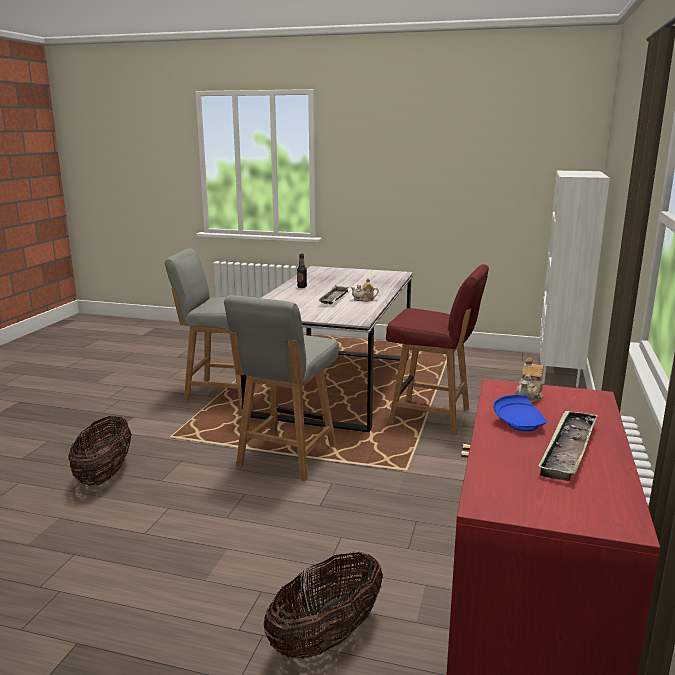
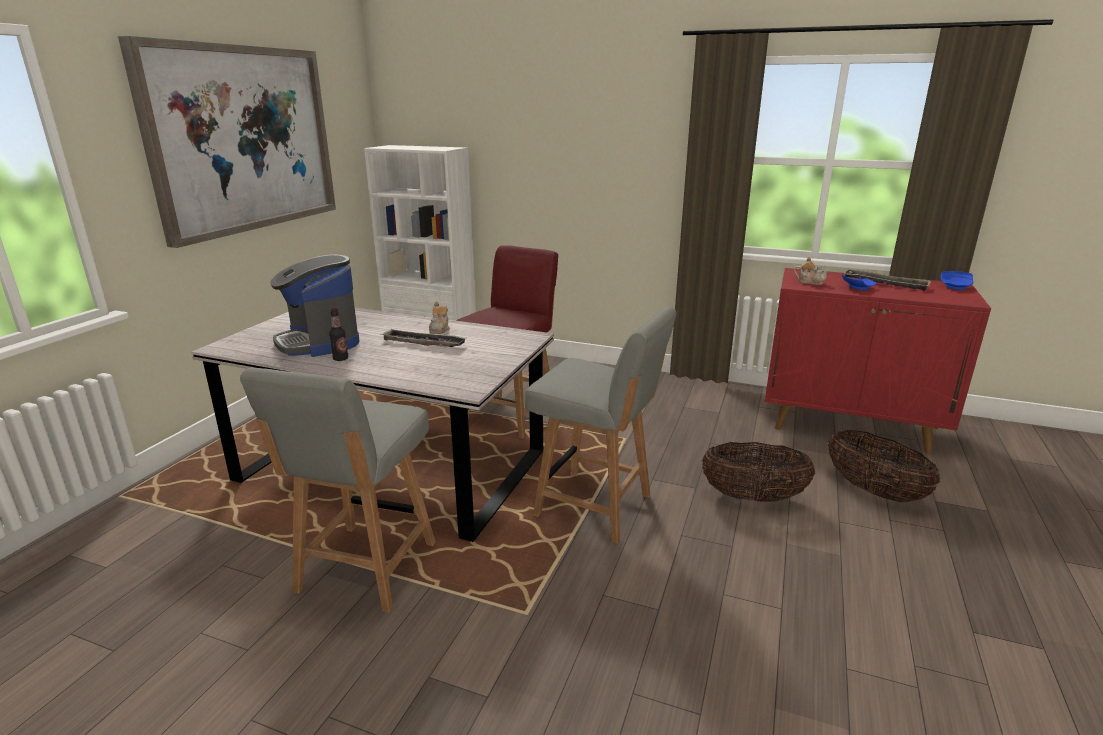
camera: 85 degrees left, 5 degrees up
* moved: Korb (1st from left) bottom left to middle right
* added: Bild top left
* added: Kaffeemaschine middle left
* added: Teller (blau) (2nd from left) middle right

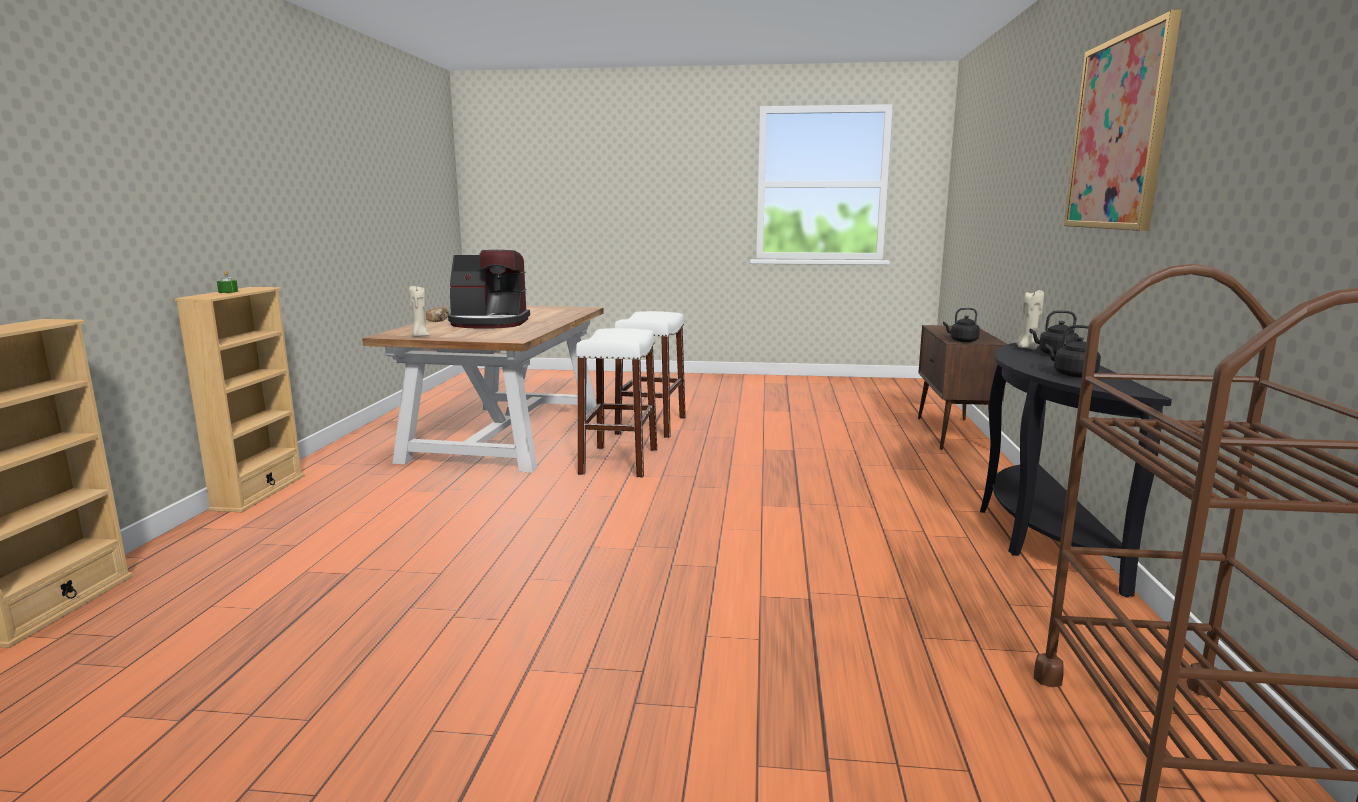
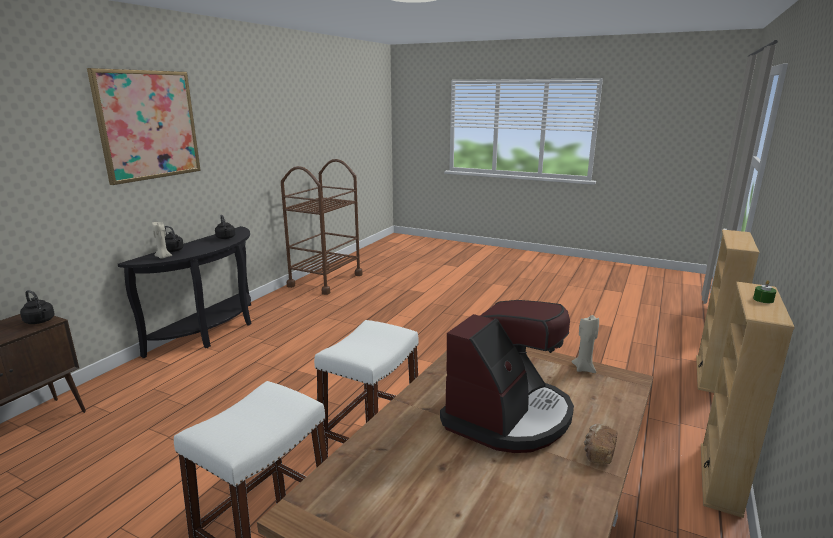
camera: 160 degrees left, 5 degrees up
* turned: Kaffeemaschine centre = bottom centre 105 degrees clockwise

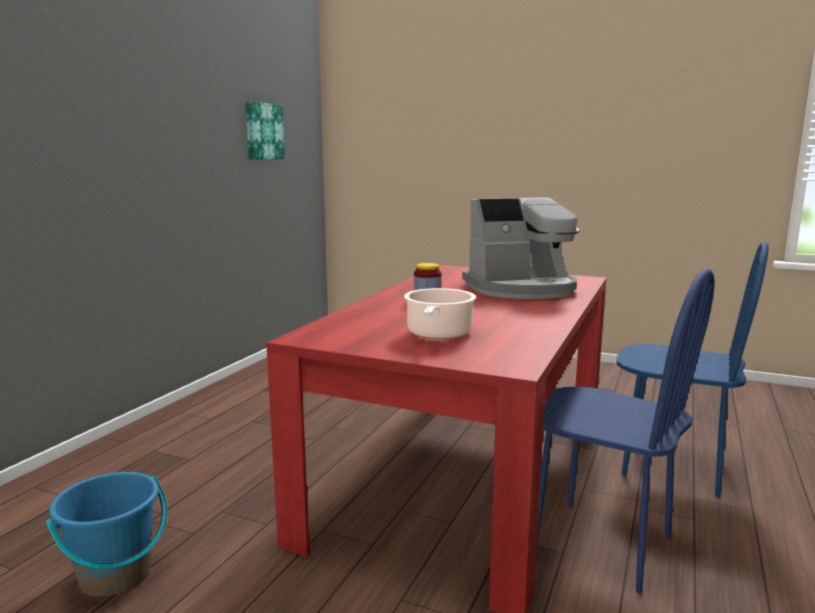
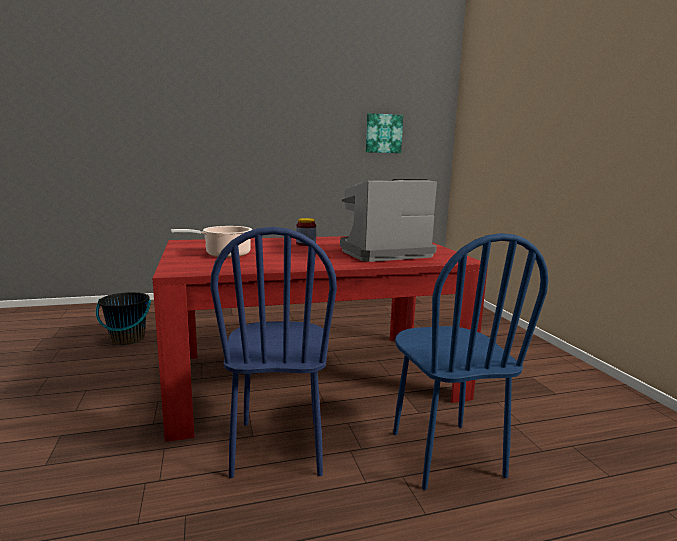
camera: 50 degrees right, 0 degrees up
* recoloured: Eimer (blau) bottom left to Eimer (schwarz) middle left
* turned: Kaffeemaschine centre = centre 120 degrees clockwise

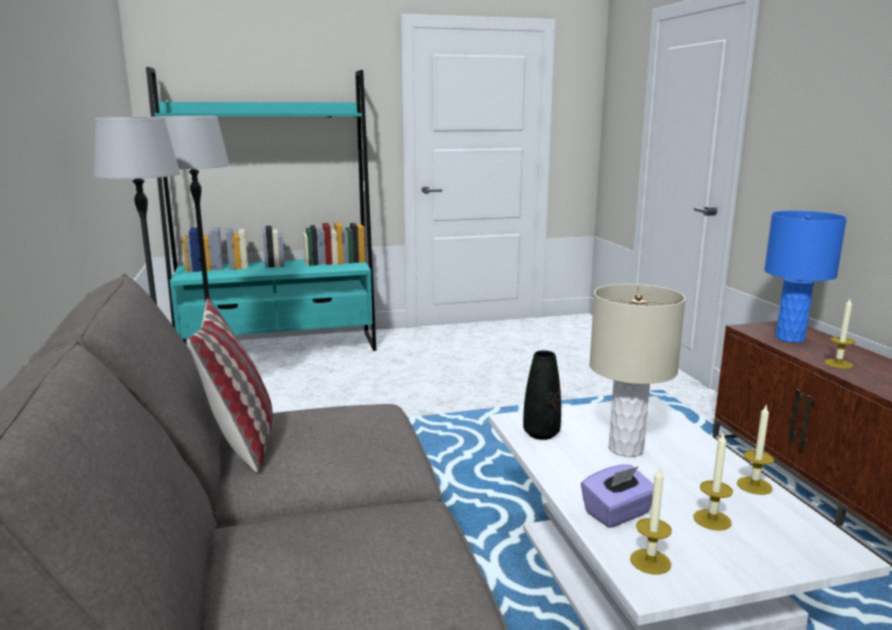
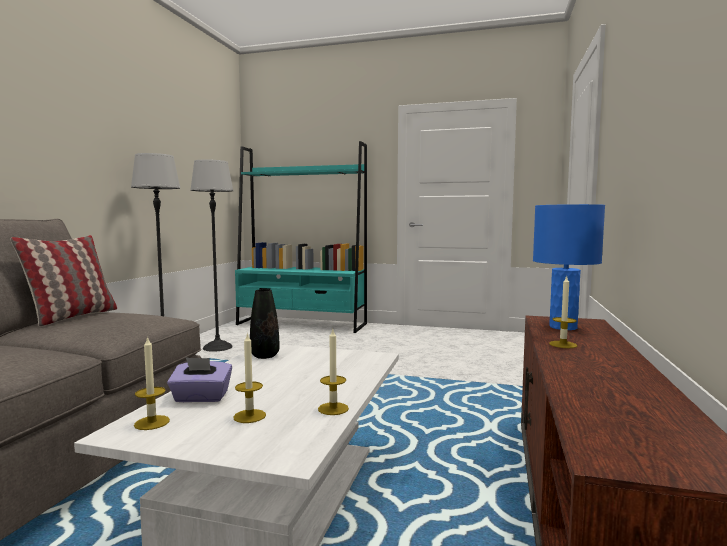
camera: 30 degrees right, 10 degrees down
* removed: Tischlampe (beige) middle right

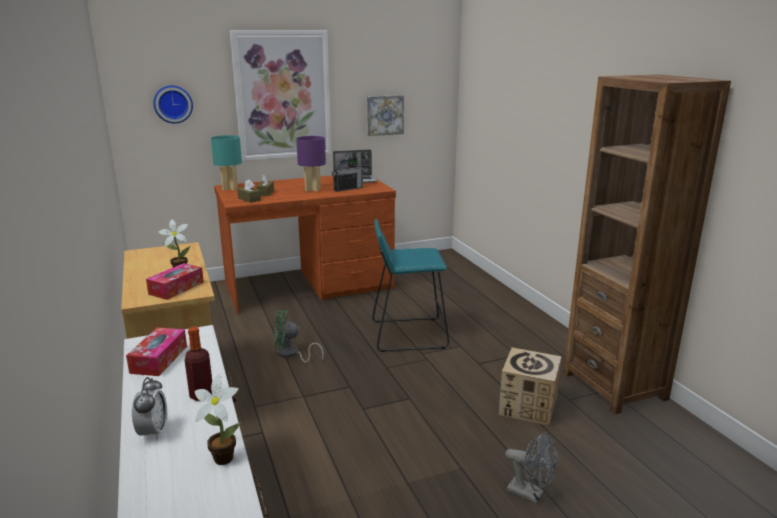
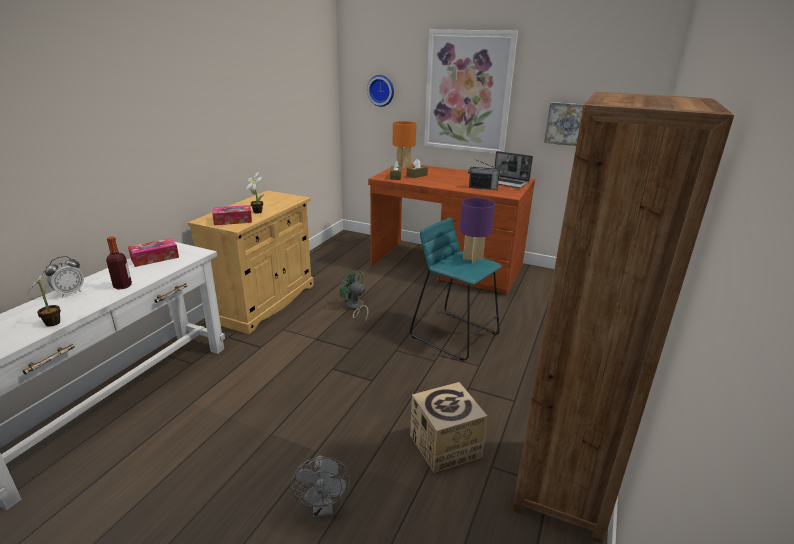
camera: 45 degrees right, 5 degrees up
* recoloured: Tischlampe (türkis) top left to Tischlampe (orange) top centre
* moved: Tischlampe (lila) top centre to centre

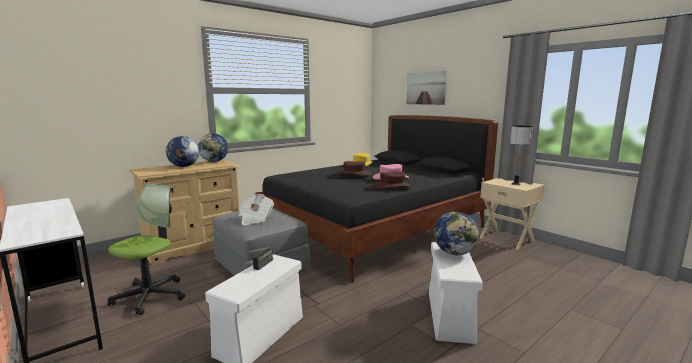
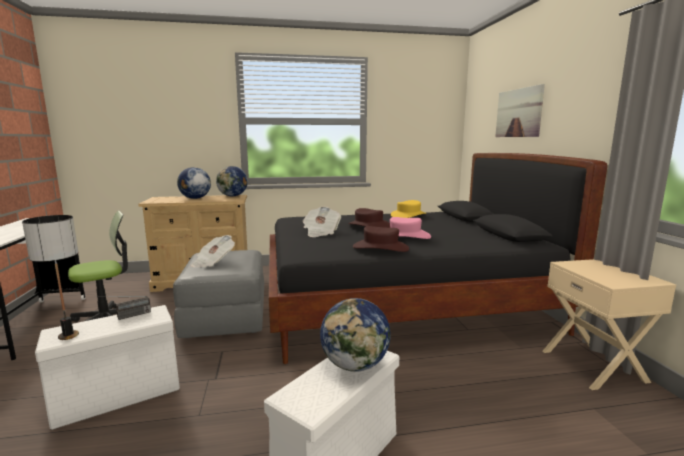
camera: 30 degrees right, 0 degrees up
* moved: Tischlampe middle right to middle left
* added: Zeitung (2nd from left) centre

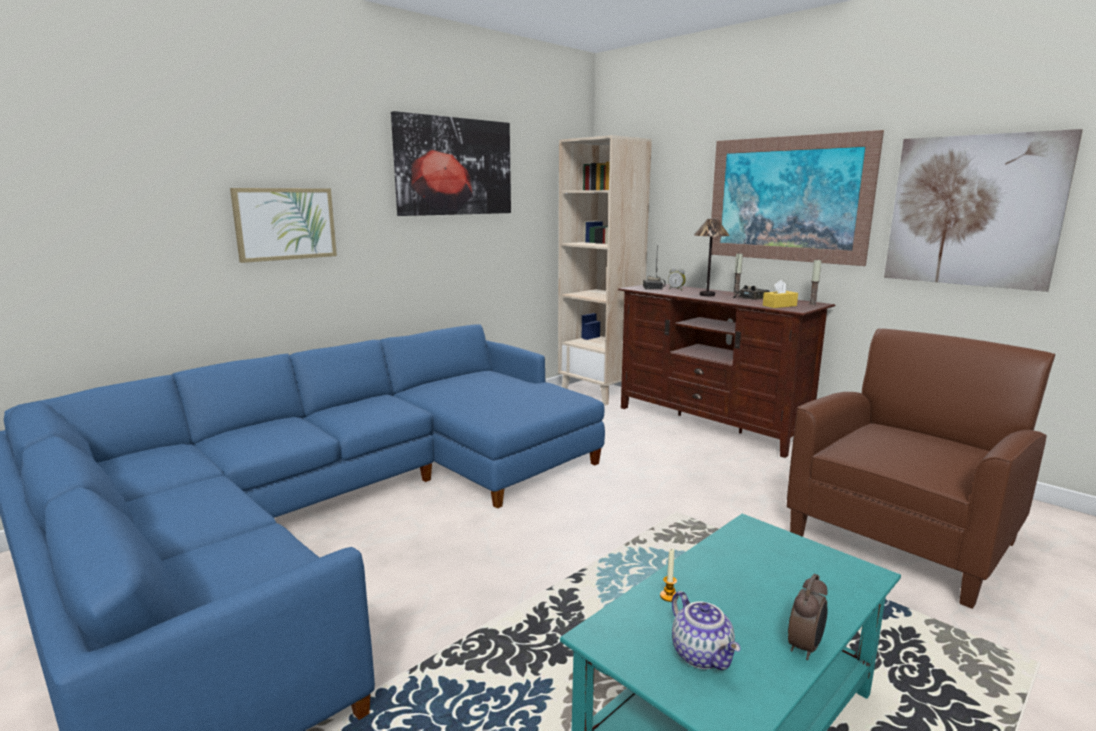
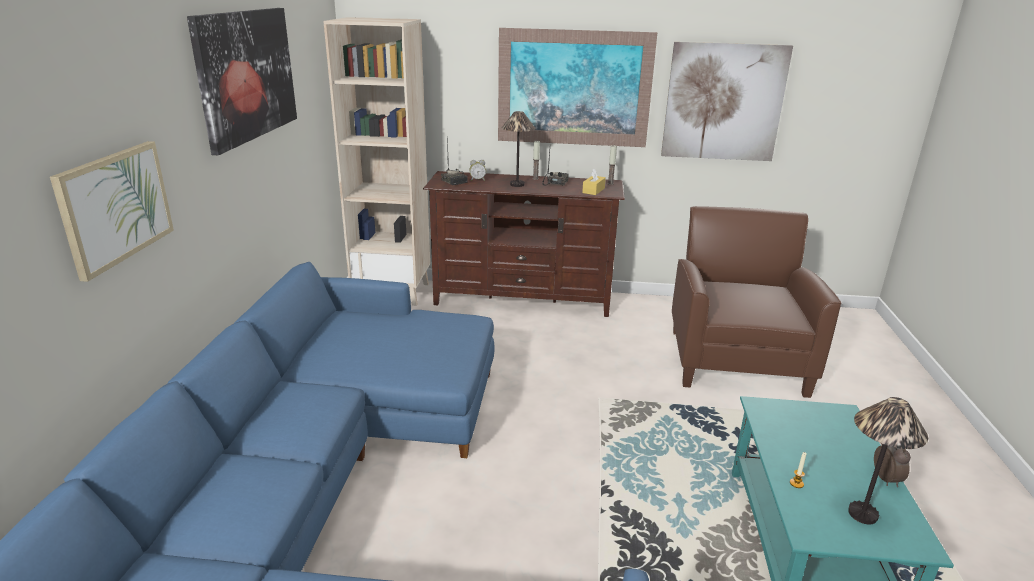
camera: 40 degrees left, 10 degrees up
* replaced: Teekanne bottom centre to Tischlampe (2nd from left) bottom right

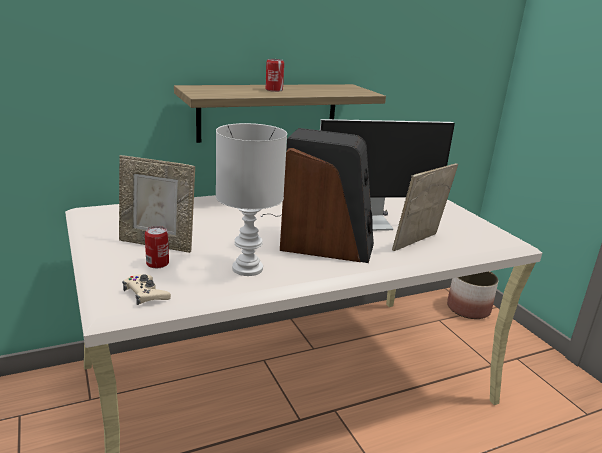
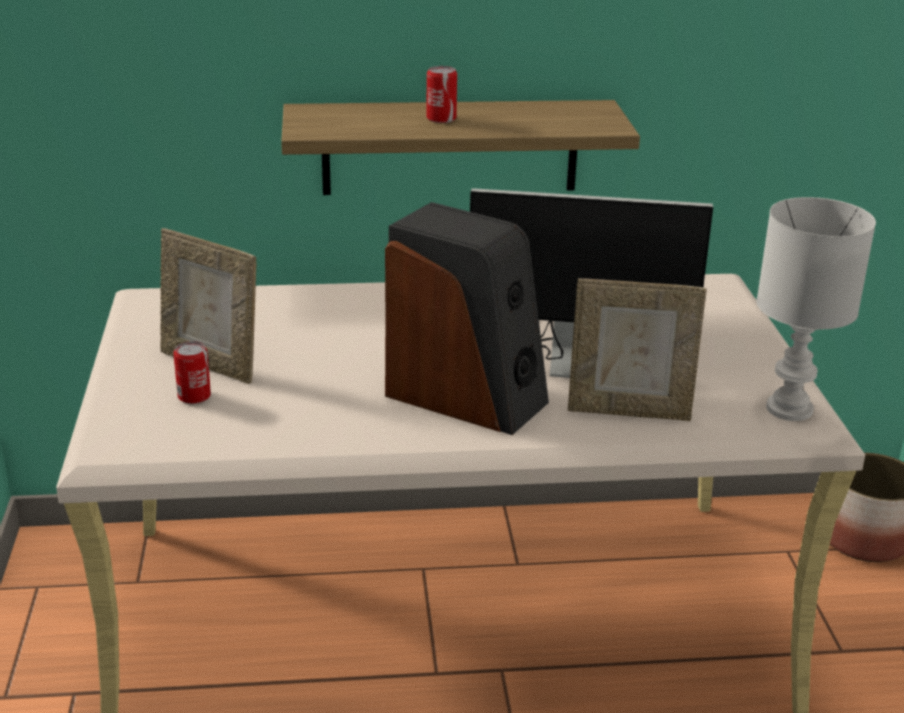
camera: 20 degrees right, 5 degrees up
* removed: Gamepad (beige) middle left
* moved: Tischlampe (weiß) centre to middle right
* turned: Bilderrahmen (2nd from left) middle right = middle right 150 degrees counterclockwise

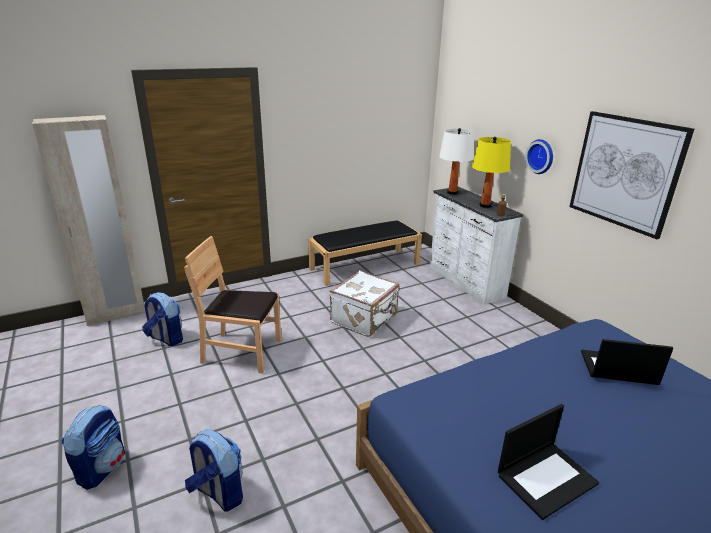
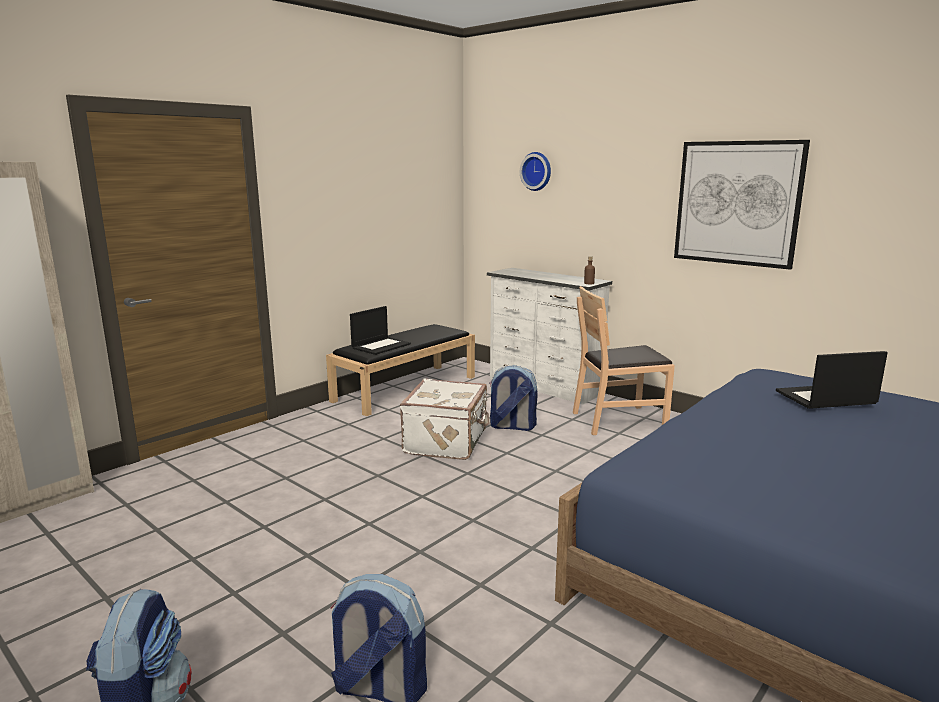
camera: 20 degrees left, 10 degrees down
* moved: Rucksack (2nd from left in the first image) middle left to Rucksack (3rd from left) centre
* moved: Stuhl (braun) middle left to centre
* removed: Tischlampe (weiß) top centre
* removed: Tischlampe (gelb) top right
* moved: Laptop (1st from left) bottom right to centre
* moved: Wanduhr top right to top centre

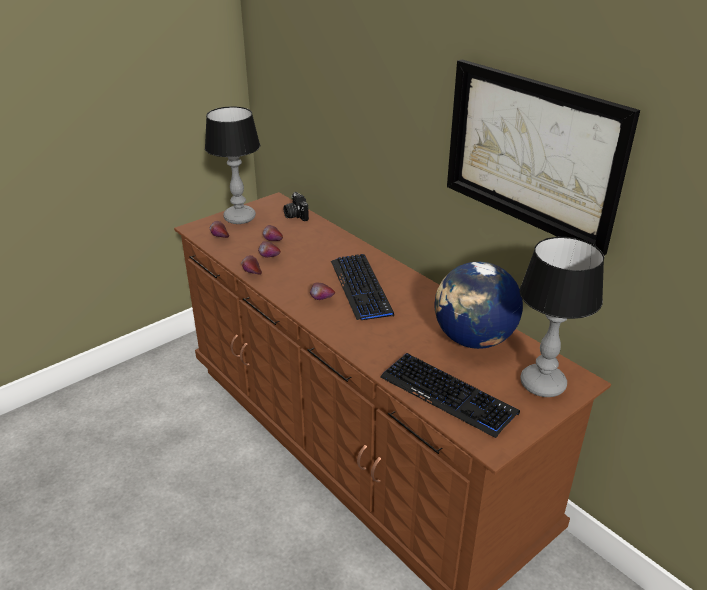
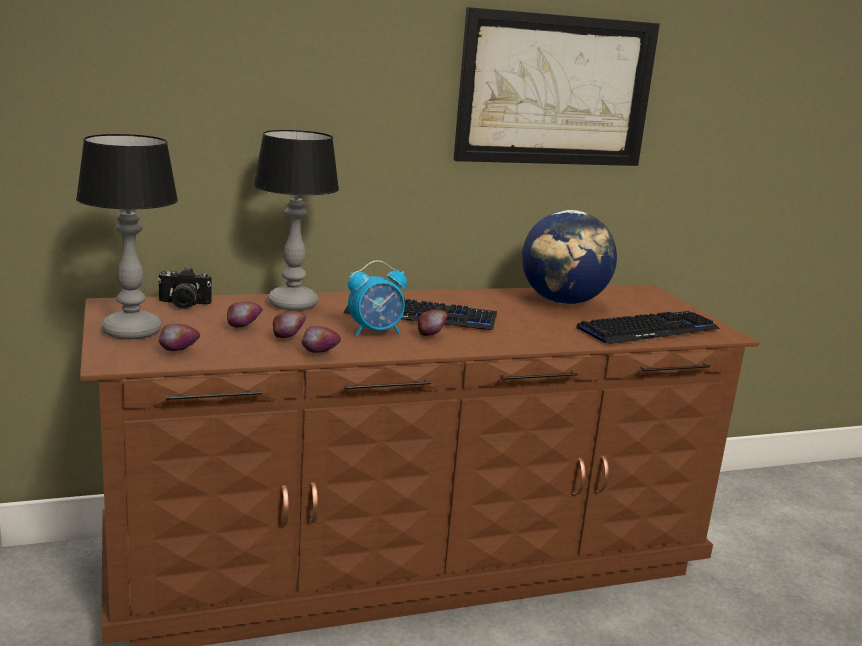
camera: 70 degrees left, 15 degrees down
* moved: Tischlampe (2nd from left) middle right to centre
* added: Wecker centre

